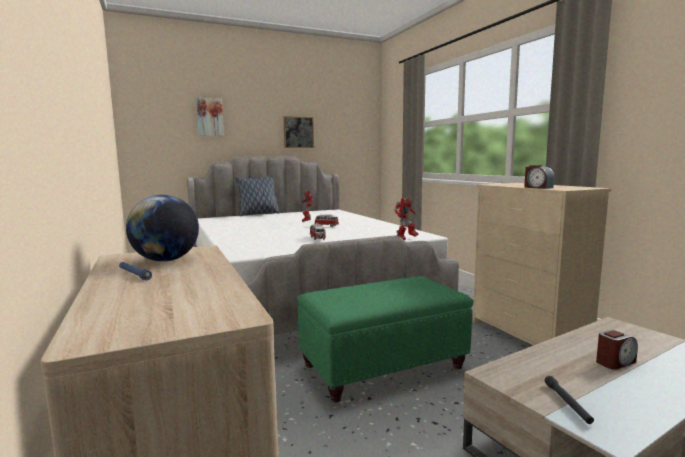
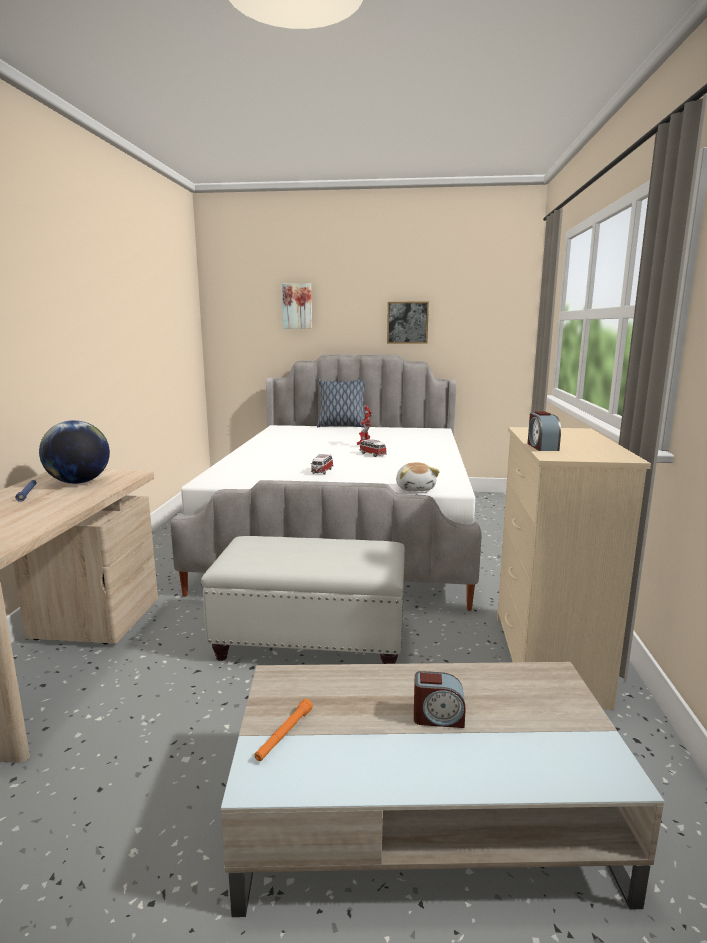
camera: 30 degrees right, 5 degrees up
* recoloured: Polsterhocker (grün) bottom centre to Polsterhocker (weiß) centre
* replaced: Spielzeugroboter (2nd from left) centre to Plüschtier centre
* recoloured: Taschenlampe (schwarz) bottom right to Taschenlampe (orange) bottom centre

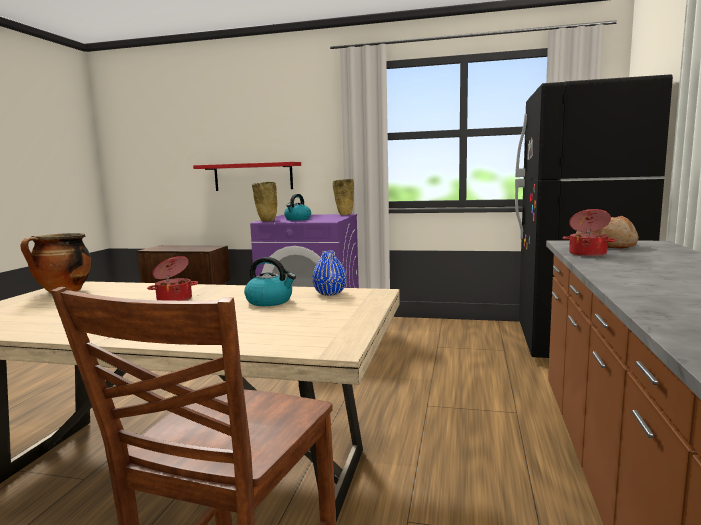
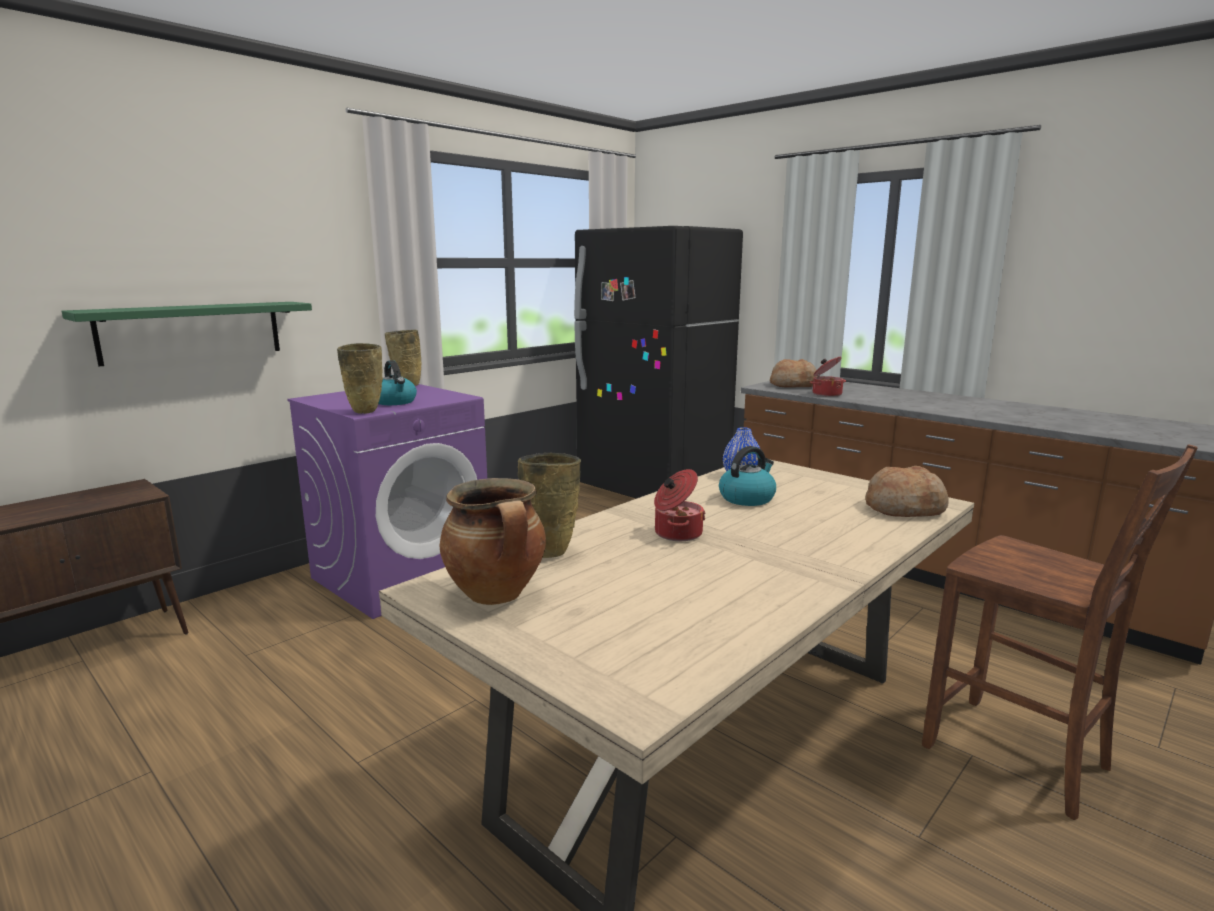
camera: 60 degrees left, 5 degrees up
* recoloured: Wandregal (rot) centre to Wandregal (grün) middle left
* added: Vase (beige) (3rd from left) centre
* added: Brot (2nd from left) middle right

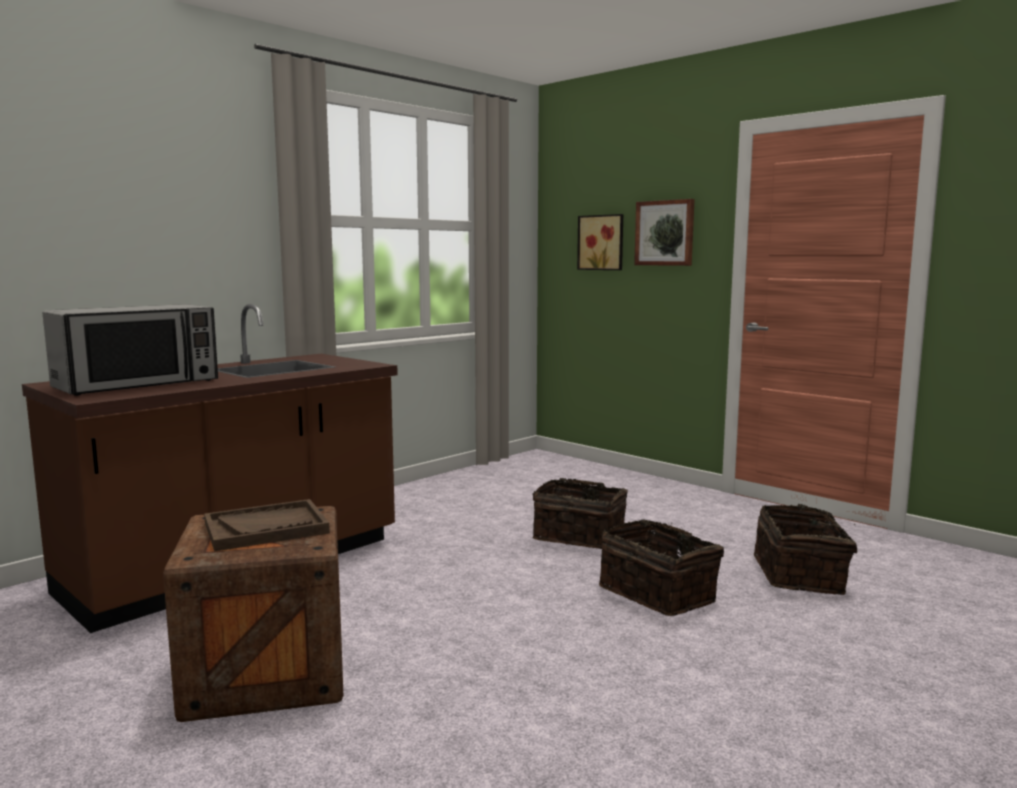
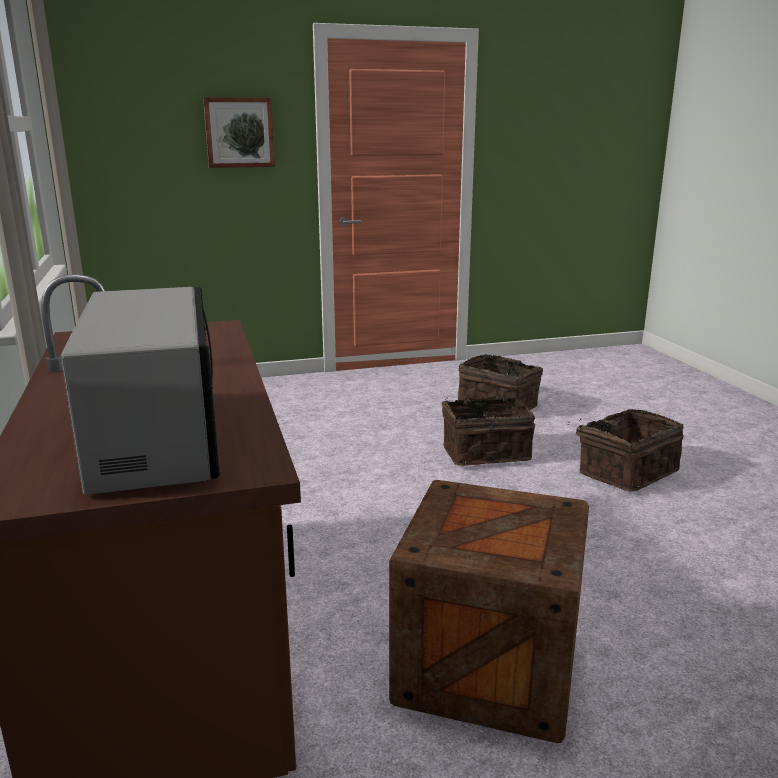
camera: 60 degrees left, 10 degrees up
* removed: Tablett (braun) middle left
* moved: Korb (1st from left in the first image) centre to Korb (3rd from left) middle right
* removed: Bild (1st from left) top centre

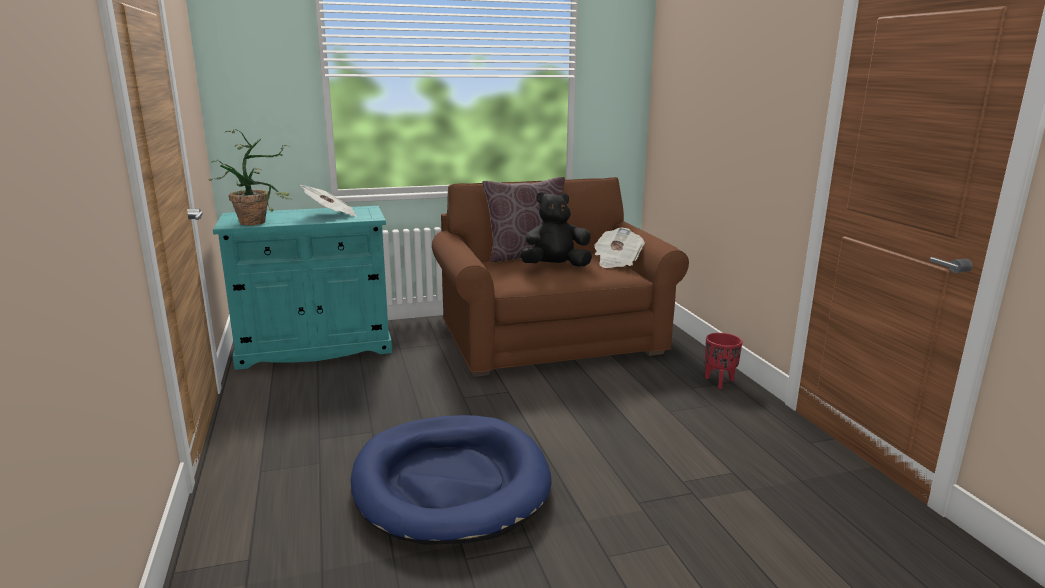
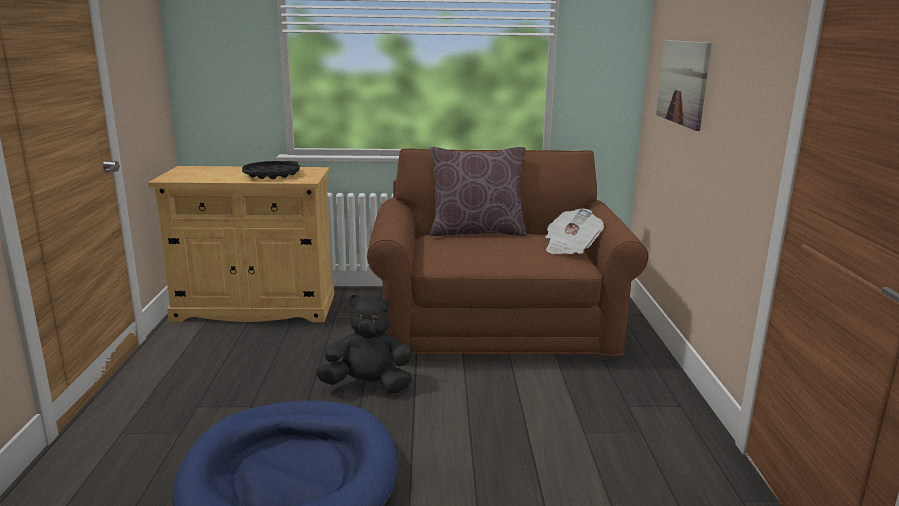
camera: 15 degrees right, 0 degrees up
* removed: Topfpflanze top left
* recoloured: Schrank (türkis) middle left to Schrank (beige) middle left
* replaced: Zeitung (1st from left) middle left to Tablett (schwarz) middle left
* moved: Plüschtier (schwarz) centre to bottom centre
* removed: Pflanzkübel (rot) middle right
* added: Bild top right

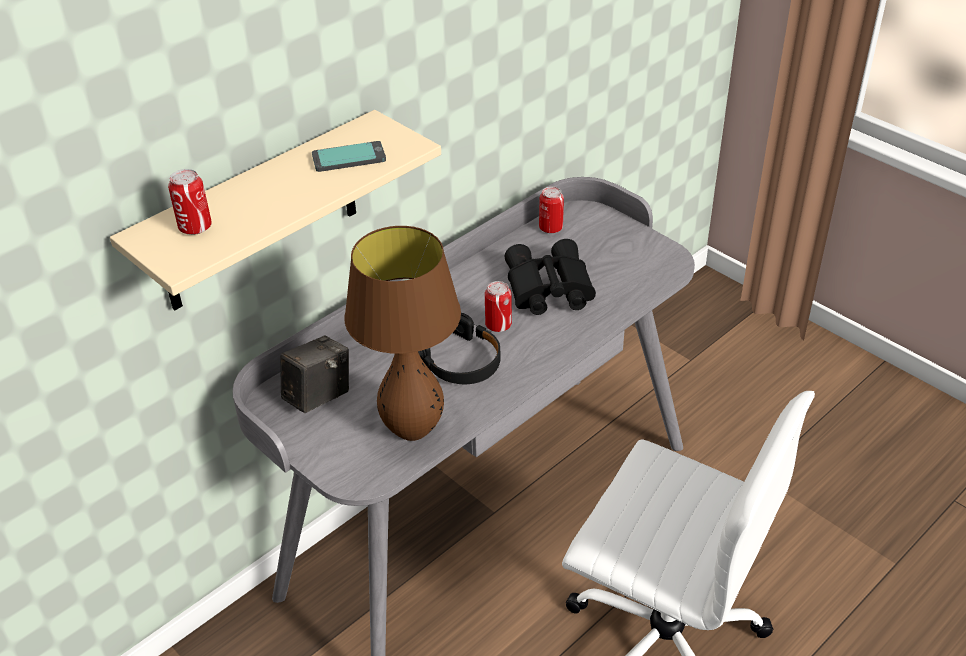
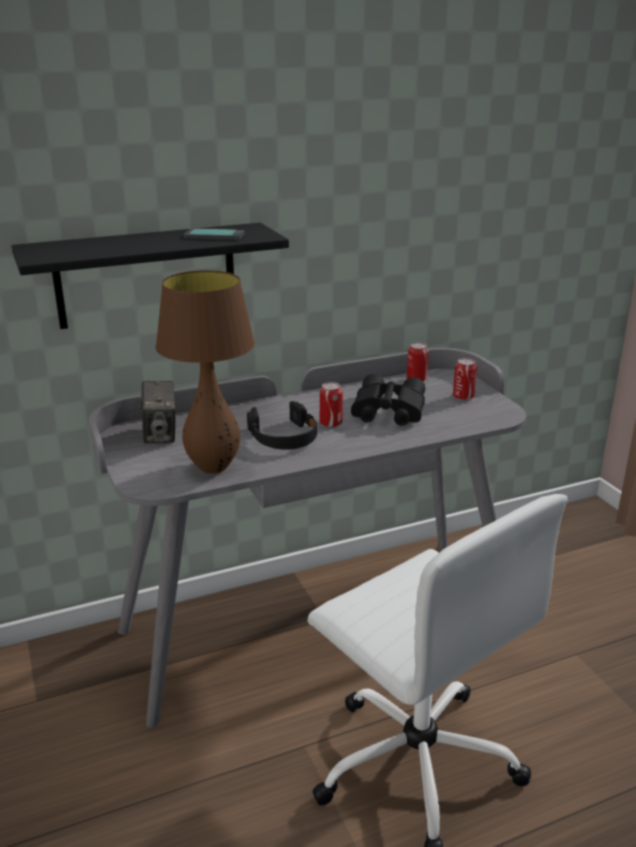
camera: 20 degrees right, 15 degrees down
* recoloured: Wandregal (beige) top left to Wandregal (schwarz) top left
* moved: Dose (1st from left in the first image) top left to Dose (3rd from left) middle right
* turned: Kamera middle left = middle left 105 degrees clockwise

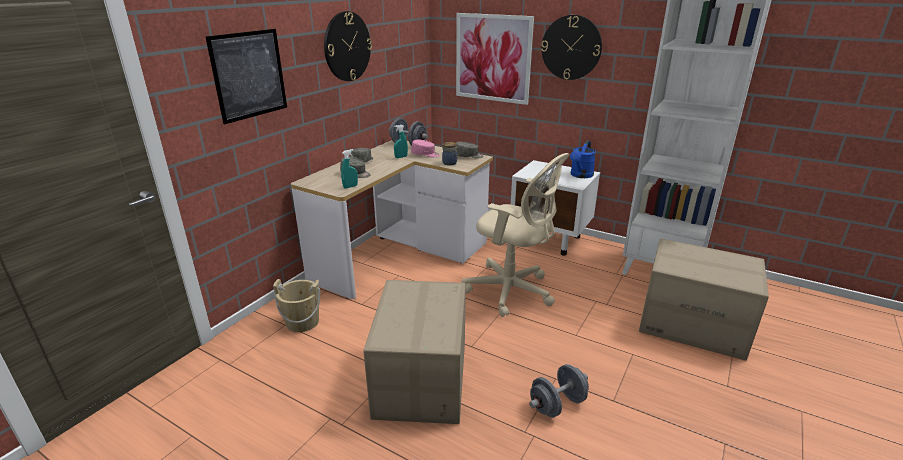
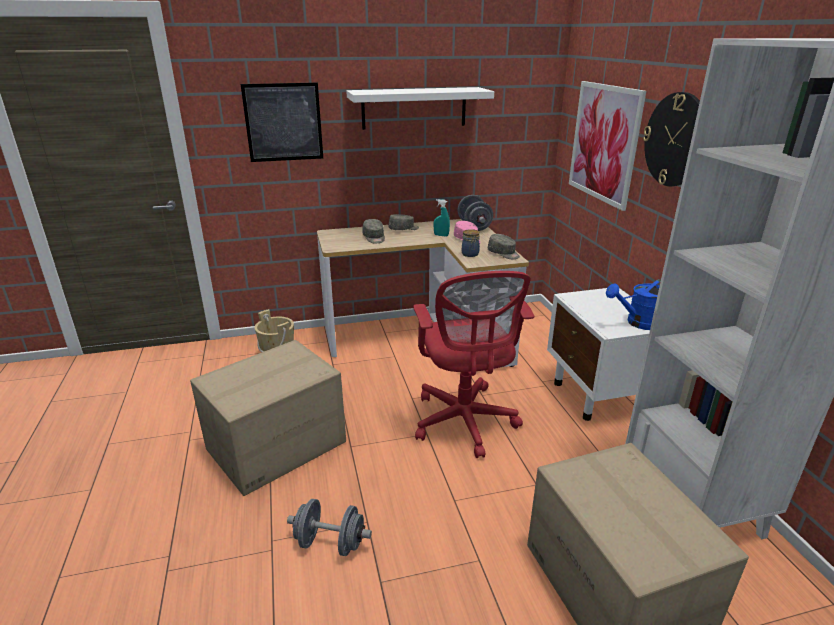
camera: 45 degrees right, 0 degrees up
* replaced: Wanduhr (1st from left) top centre to Wandregal (weiß) top centre
* removed: Sprühflasche (türkis) (1st from left) centre
* recoloured: Bürostuhl (beige) centre to Bürostuhl (rot) centre

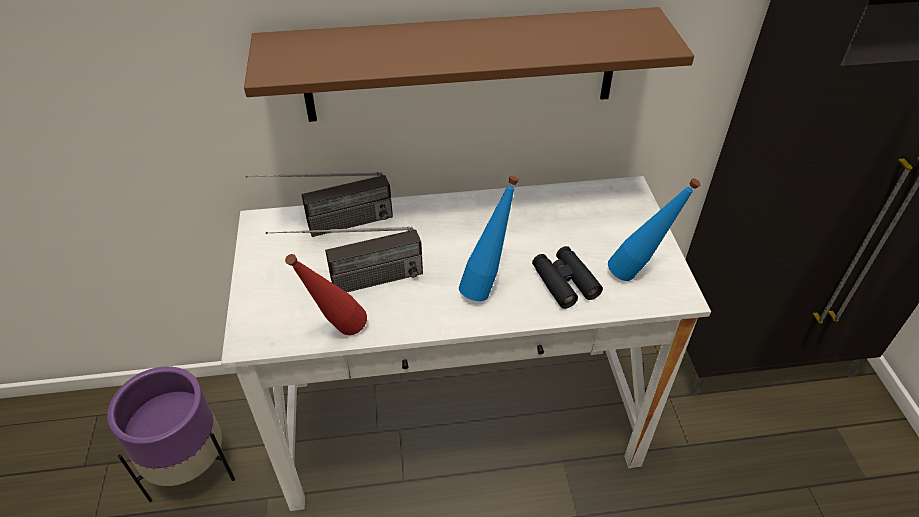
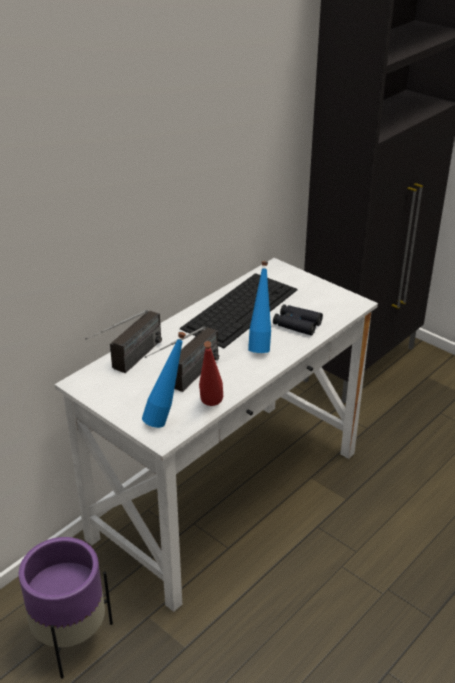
camera: 40 degrees left, 10 degrees down
* removed: Wandregal (braun) top centre
* moved: Flasche (blau) (2nd from left in the first image) middle right to Flasche (blau) (1st from left) centre
* added: Tastatur centre

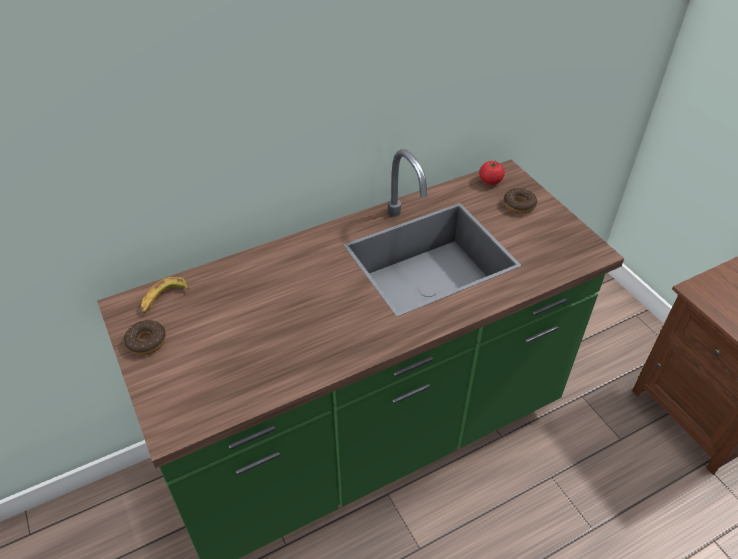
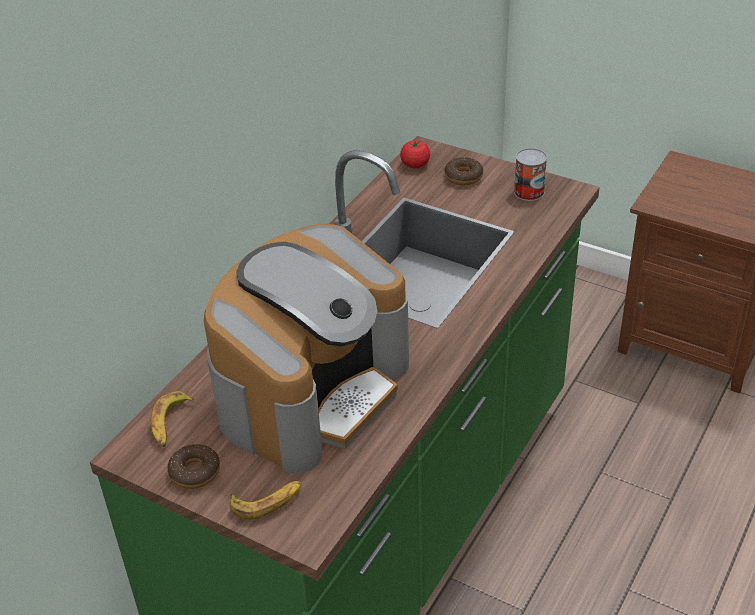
camera: 30 degrees left, 5 degrees down
* added: Kaffeemaschine centre
* added: Banane (2nd from left) bottom centre
* added: Dose top right

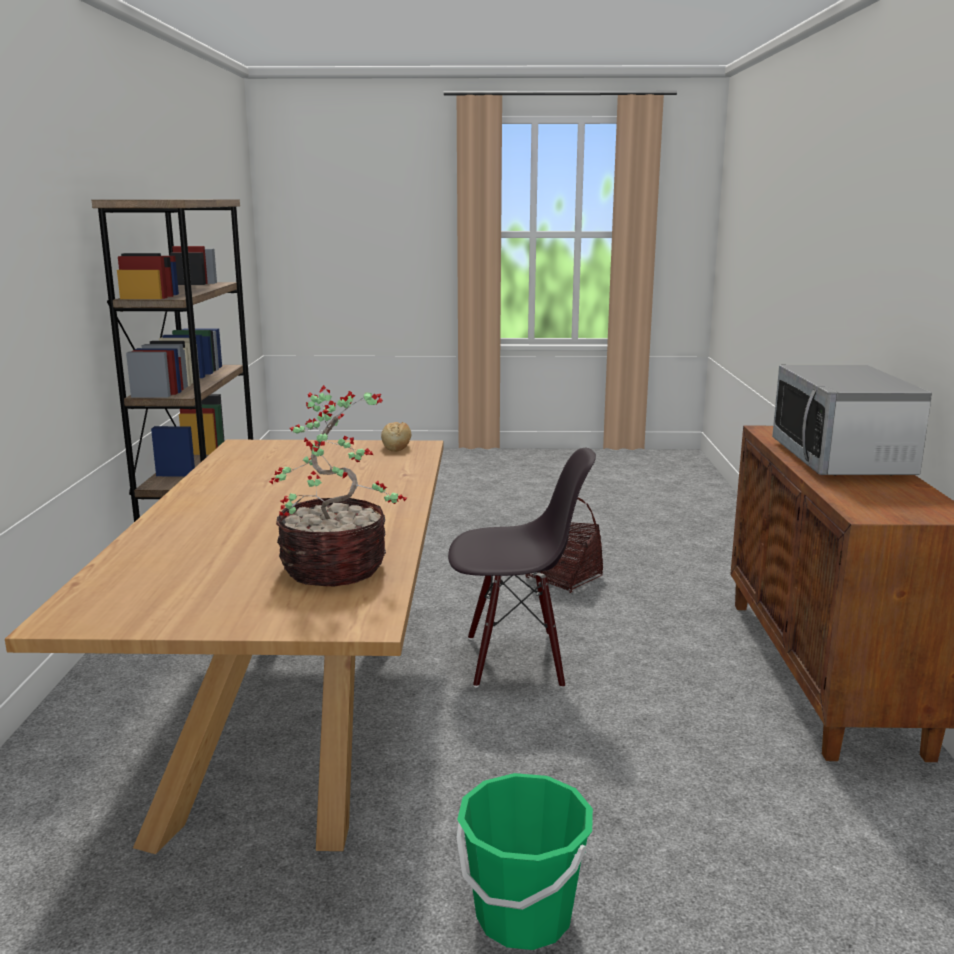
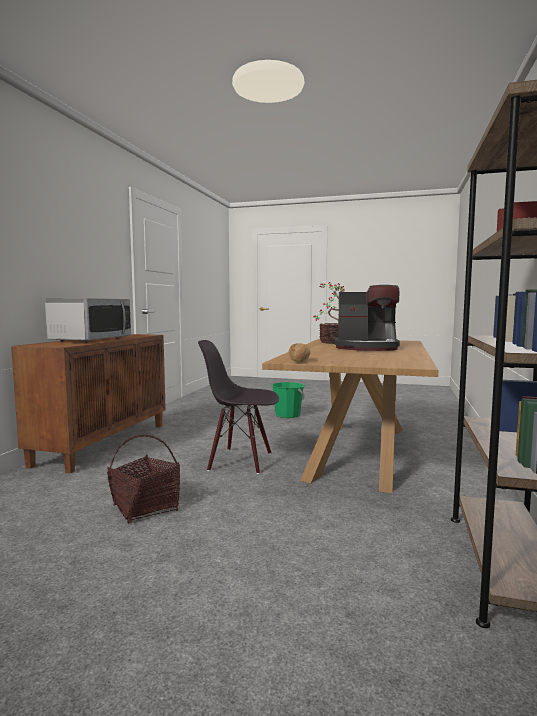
camera: 165 degrees left, 10 degrees down
* added: Kaffeemaschine middle right

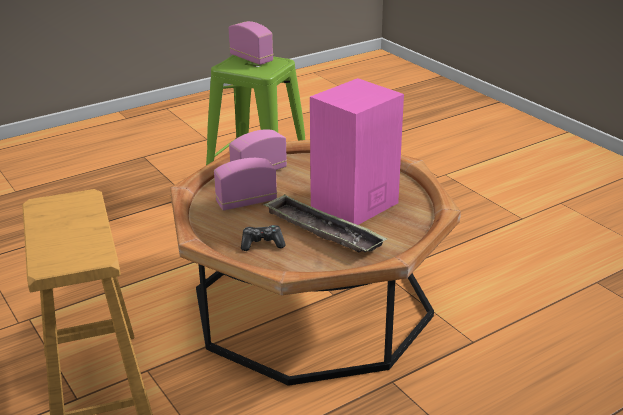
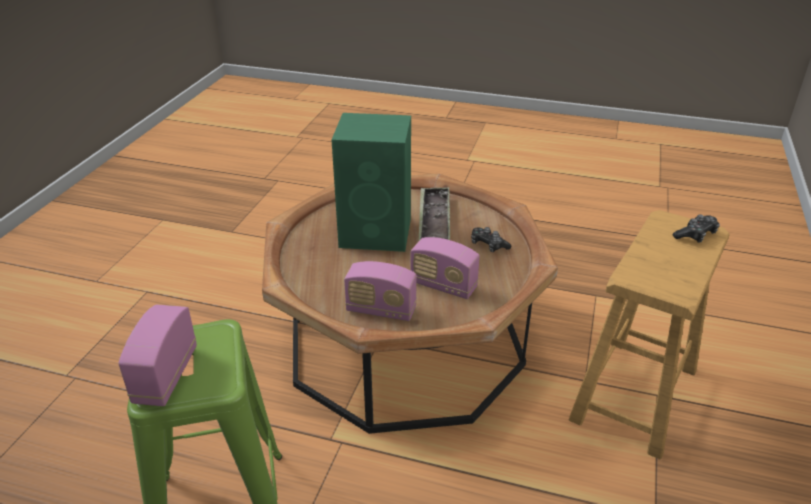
camera: 130 degrees left, 5 degrees up
* recoloured: Lautsprecher (rosa) centre to Lautsprecher (grün) centre
* added: Gamepad (2nd from left) middle right

